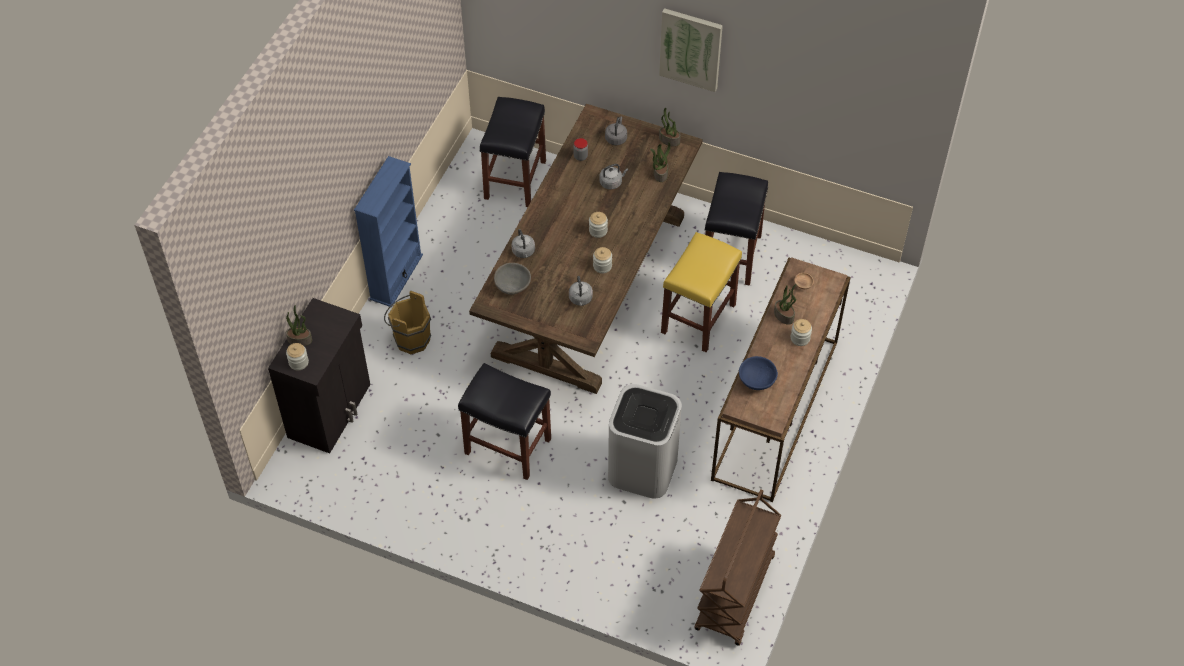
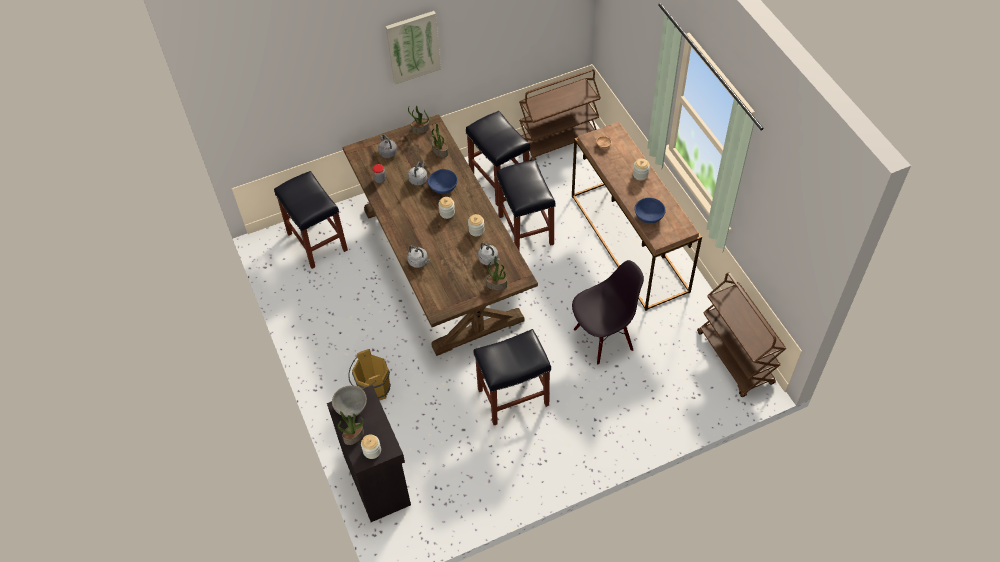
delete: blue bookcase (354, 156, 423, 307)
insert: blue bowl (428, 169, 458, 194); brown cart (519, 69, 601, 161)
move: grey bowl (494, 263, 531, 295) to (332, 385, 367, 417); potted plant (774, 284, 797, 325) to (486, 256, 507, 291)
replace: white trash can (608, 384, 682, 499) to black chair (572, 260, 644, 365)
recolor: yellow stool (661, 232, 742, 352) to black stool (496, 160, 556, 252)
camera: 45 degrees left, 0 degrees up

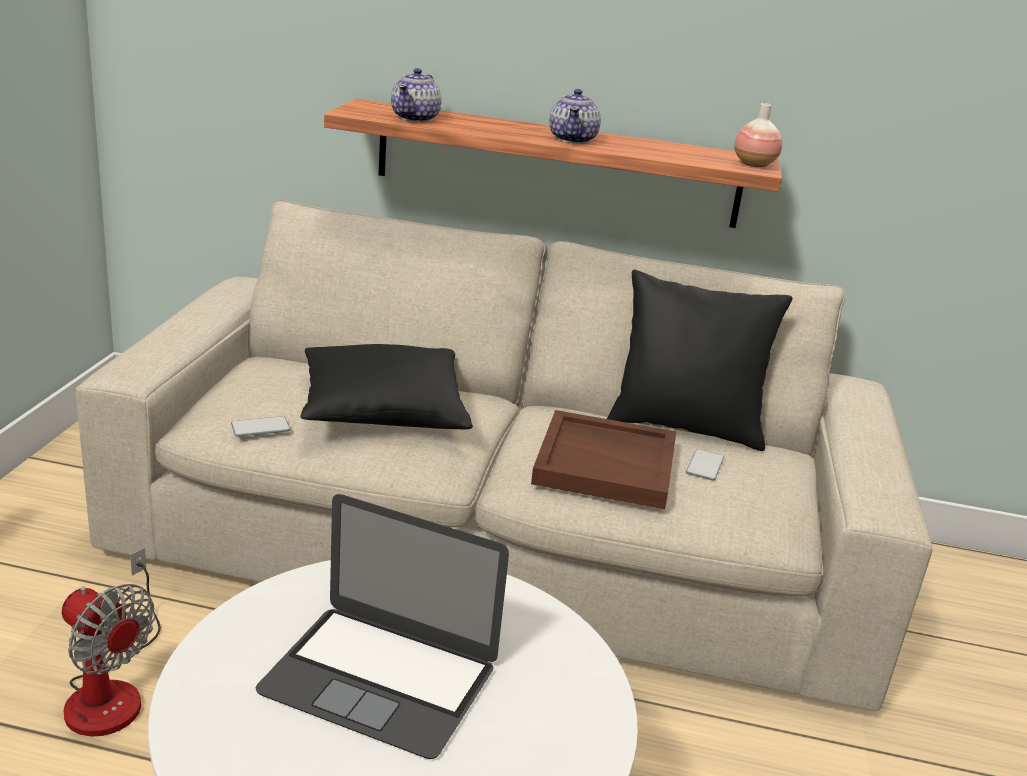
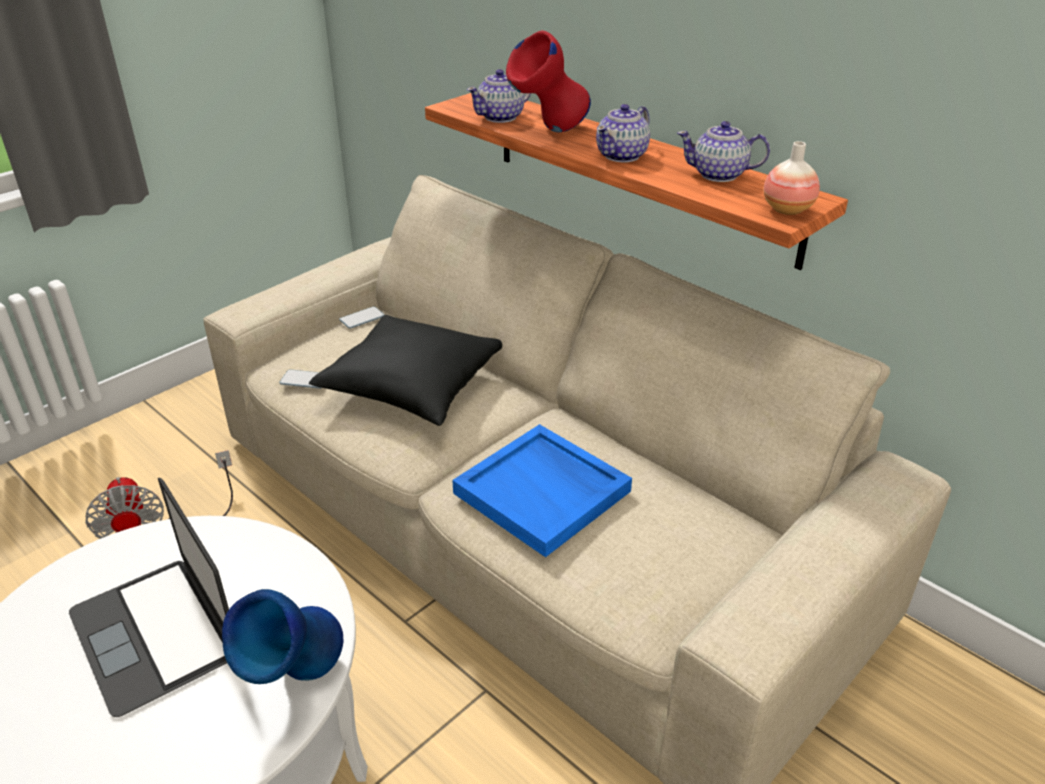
delete: black pillow (607, 270, 793, 451)
insert: blue vase (222, 589, 344, 684); red vase (506, 31, 591, 132); teapot (677, 121, 770, 182)
move: phone (686, 449, 724, 480) to (339, 306, 385, 329)
recolor: brown tray (531, 410, 676, 509) to blue tray (452, 424, 632, 557)
camera: 35 degrees right, 10 degrees up

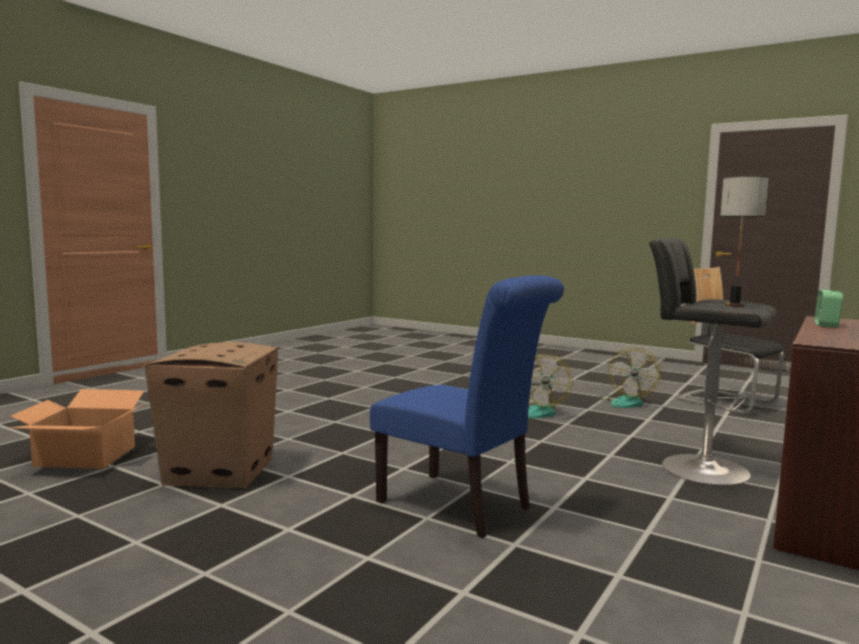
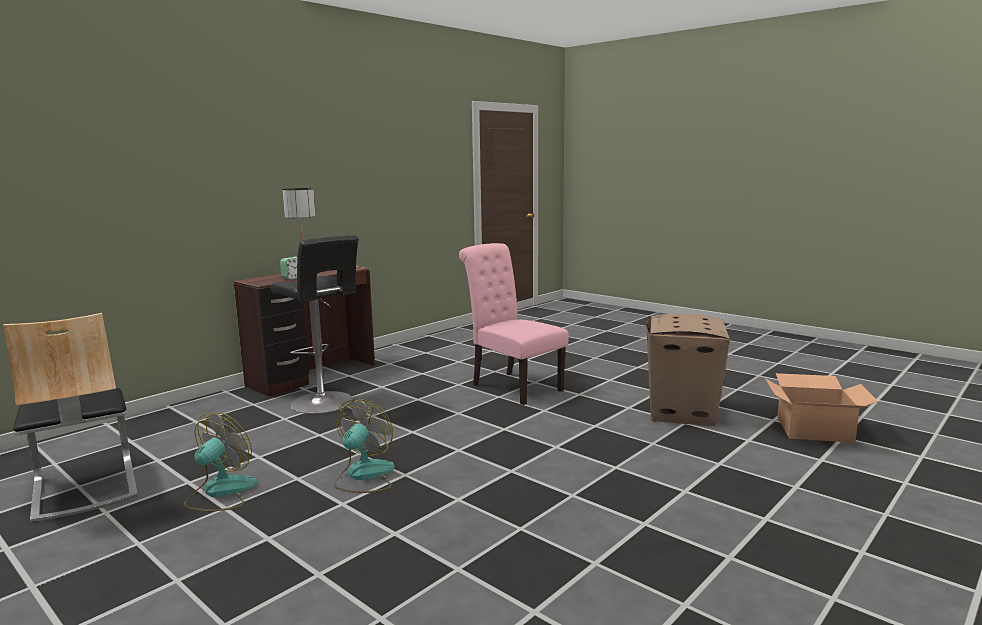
recolor: blue chair (370, 275, 564, 538) to pink chair (459, 243, 569, 405)
camera: 170 degrees left, 5 degrees up

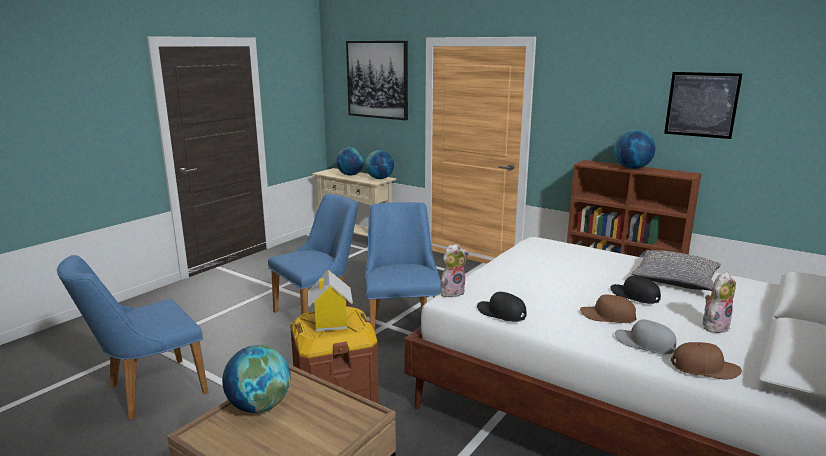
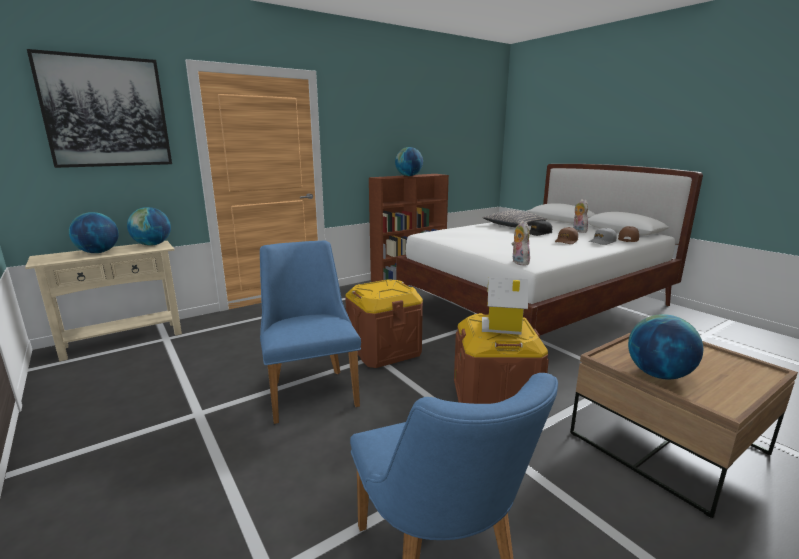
delete: black cap (477, 292, 527, 322); picture (664, 72, 742, 139)
replace: blue chair (365, 202, 441, 331) to brown storage box (345, 279, 423, 368)
camera: 70 degrees left, 0 degrees up

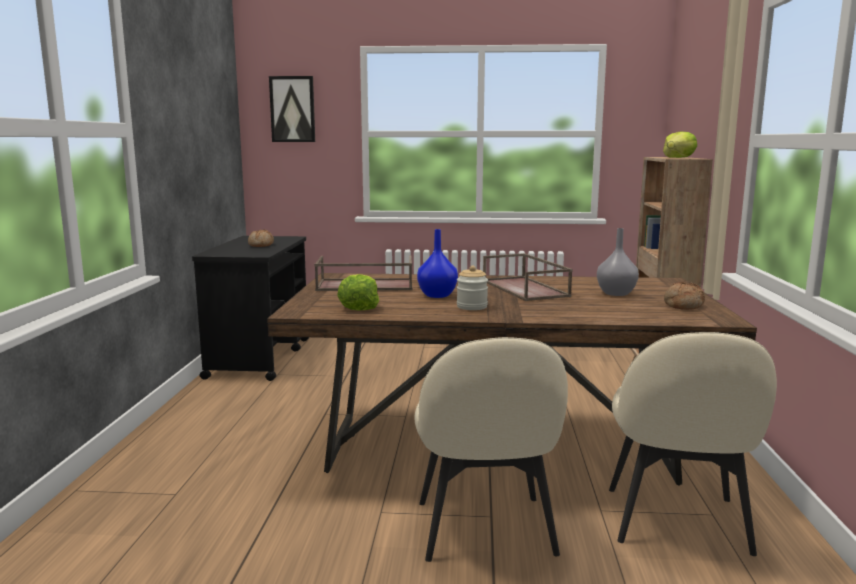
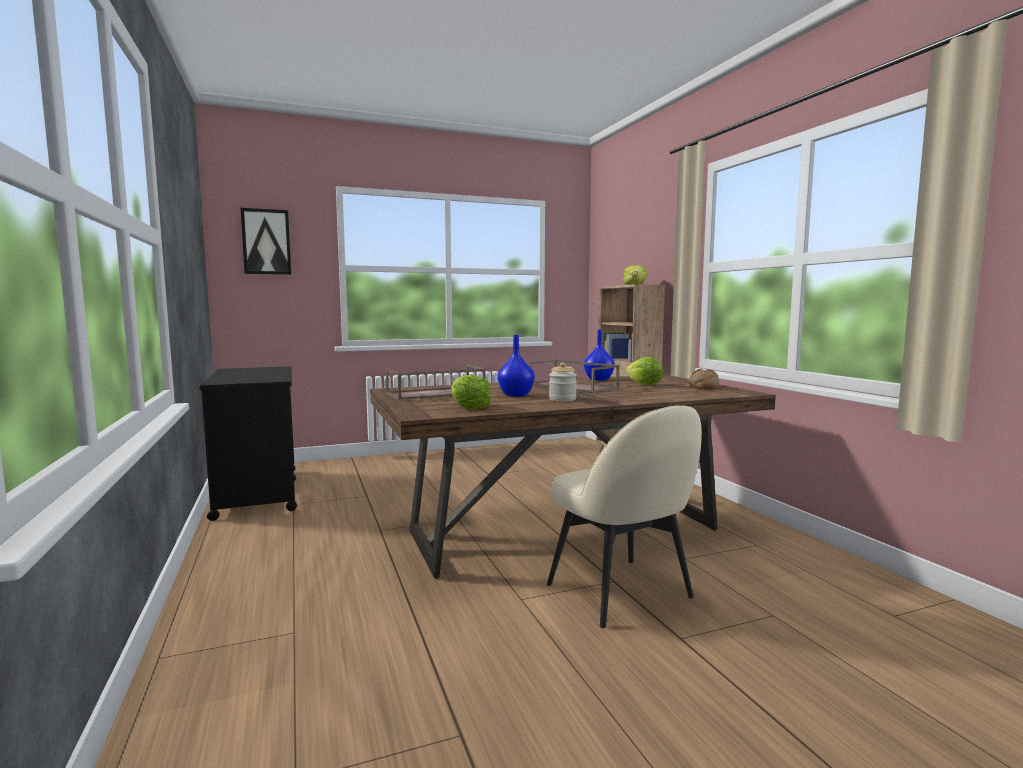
delete: bread (248, 230, 274, 247); beige chair (609, 332, 777, 556)
insert: blue vase (584, 330, 615, 381)
replace: grey vase (597, 228, 639, 296) to lettuce (626, 357, 663, 385)
camera: 25 degrees left, 5 degrees down

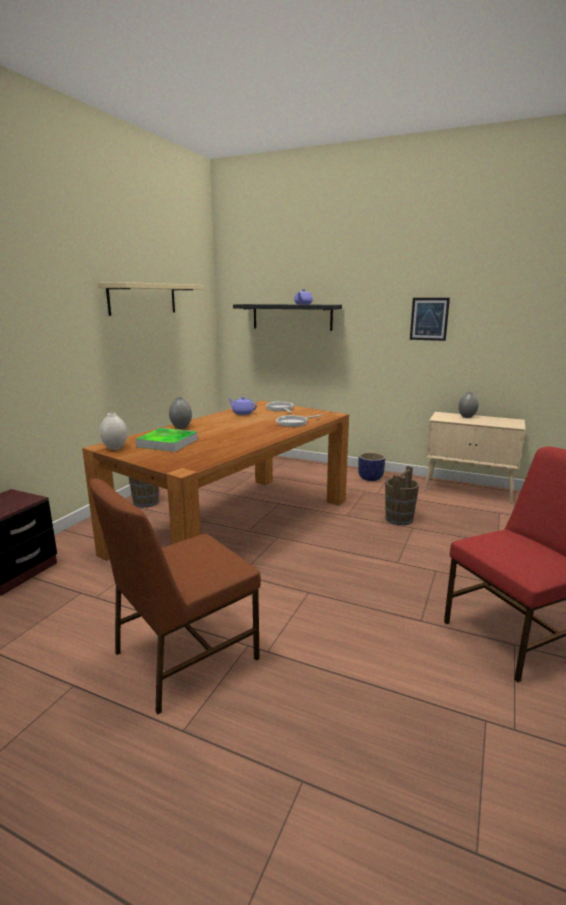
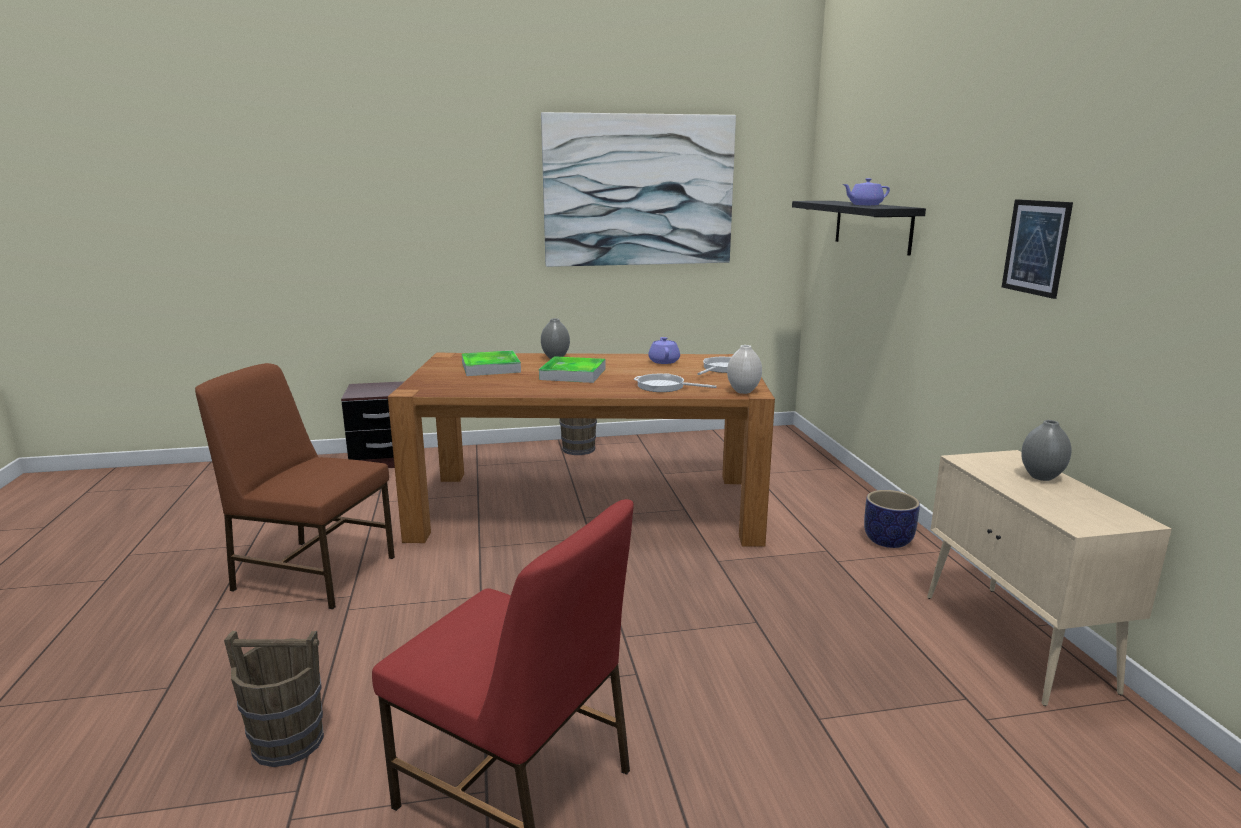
insert: tray (539, 356, 605, 383)
move: white vase (100, 413, 128, 450) to (727, 345, 762, 394); brown bucket (385, 466, 419, 525) to (224, 631, 324, 767)
replace: beige shelf (97, 282, 204, 316) to picture (541, 112, 736, 267)
camera: 55 degrees right, 0 degrees up

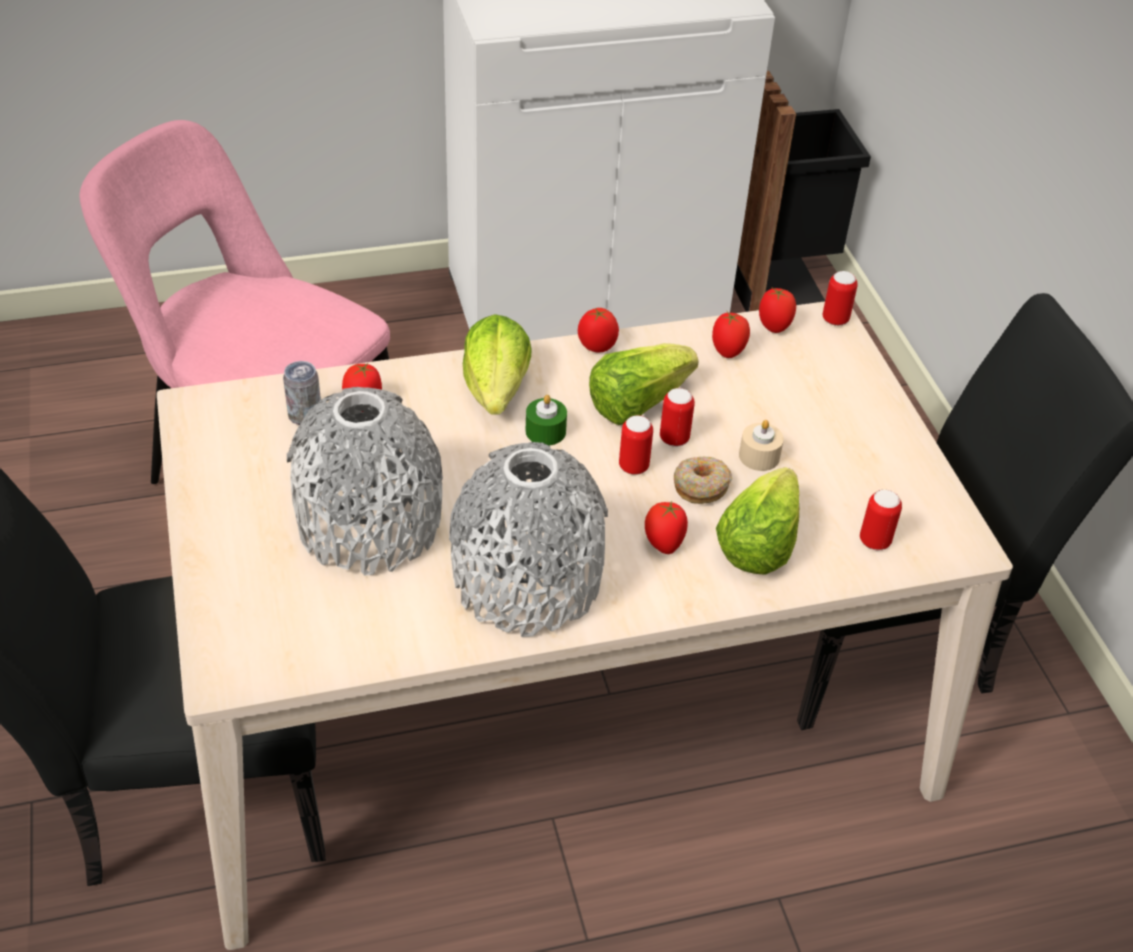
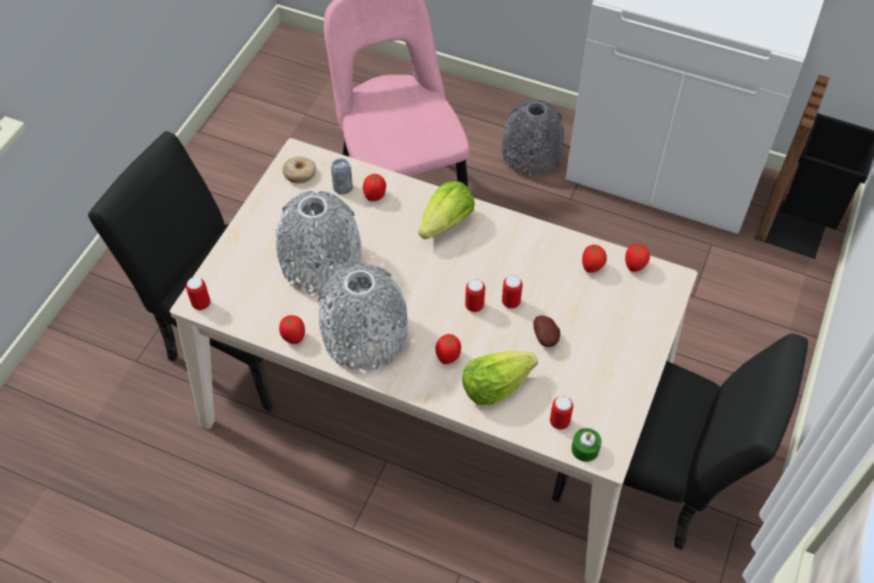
delete: lettuce (589, 343, 699, 425)
insert: grey vase (502, 99, 564, 177)
move: green candle (525, 395, 567, 446) to (571, 428, 602, 462); tomato (578, 308, 619, 352) to (279, 315, 305, 344); donut (674, 457, 732, 504) to (283, 156, 316, 184); can (823, 271, 858, 326) to (186, 277, 210, 310)
replace: beige candle (739, 420, 784, 471) to potato (533, 315, 560, 347)
camera: 40 degrees right, 10 degrees up

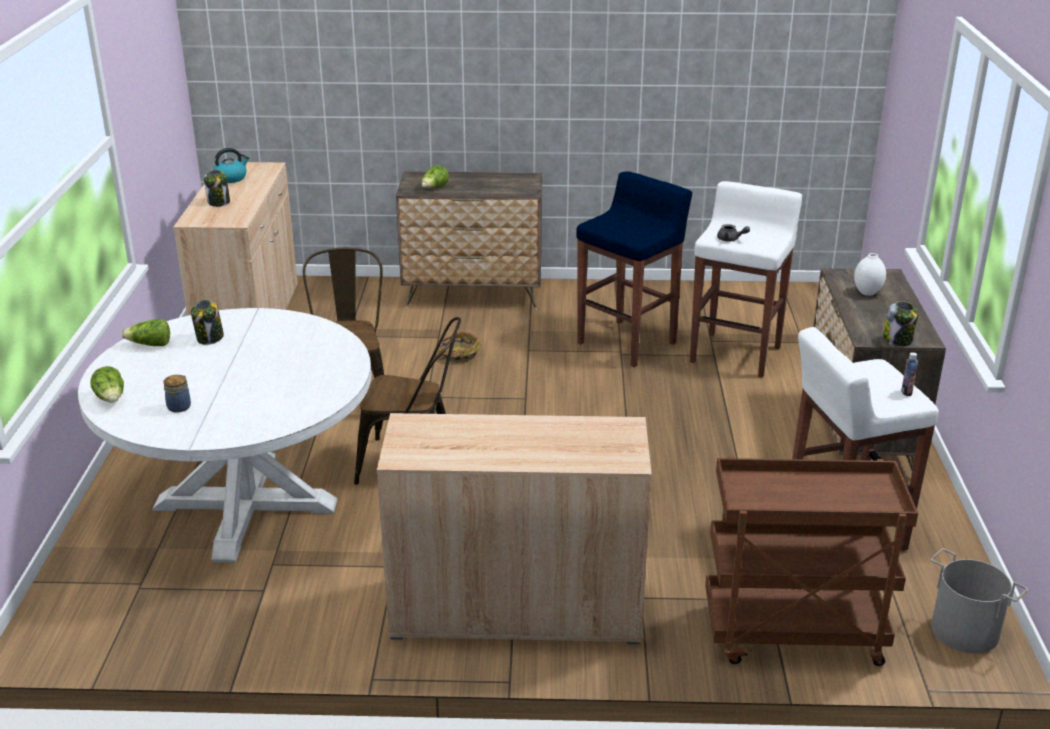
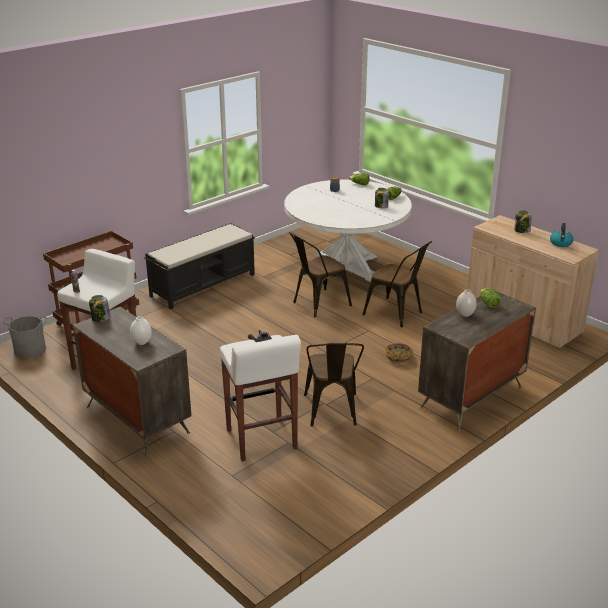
insert: white vase (456, 290, 477, 317)
replace: beige cabinet (377, 413, 652, 645) to black bench (144, 223, 255, 309); blue stool (576, 171, 692, 367) to brown chair (304, 343, 364, 427)
camera: 135 degrees right, 0 degrees up

